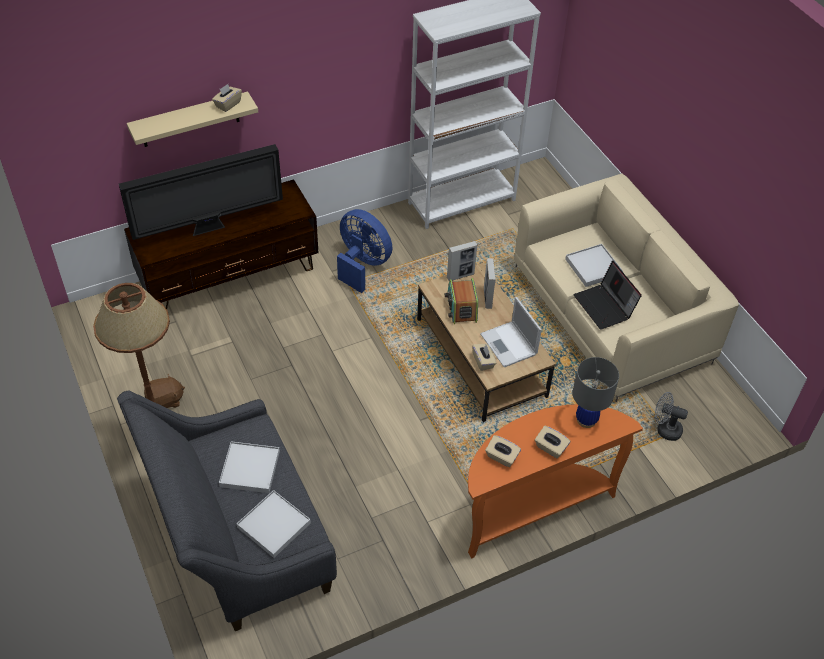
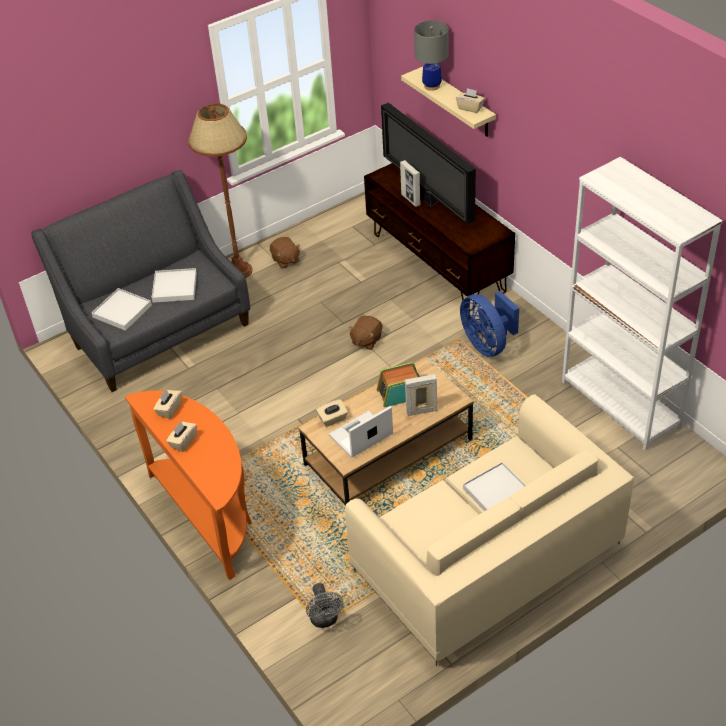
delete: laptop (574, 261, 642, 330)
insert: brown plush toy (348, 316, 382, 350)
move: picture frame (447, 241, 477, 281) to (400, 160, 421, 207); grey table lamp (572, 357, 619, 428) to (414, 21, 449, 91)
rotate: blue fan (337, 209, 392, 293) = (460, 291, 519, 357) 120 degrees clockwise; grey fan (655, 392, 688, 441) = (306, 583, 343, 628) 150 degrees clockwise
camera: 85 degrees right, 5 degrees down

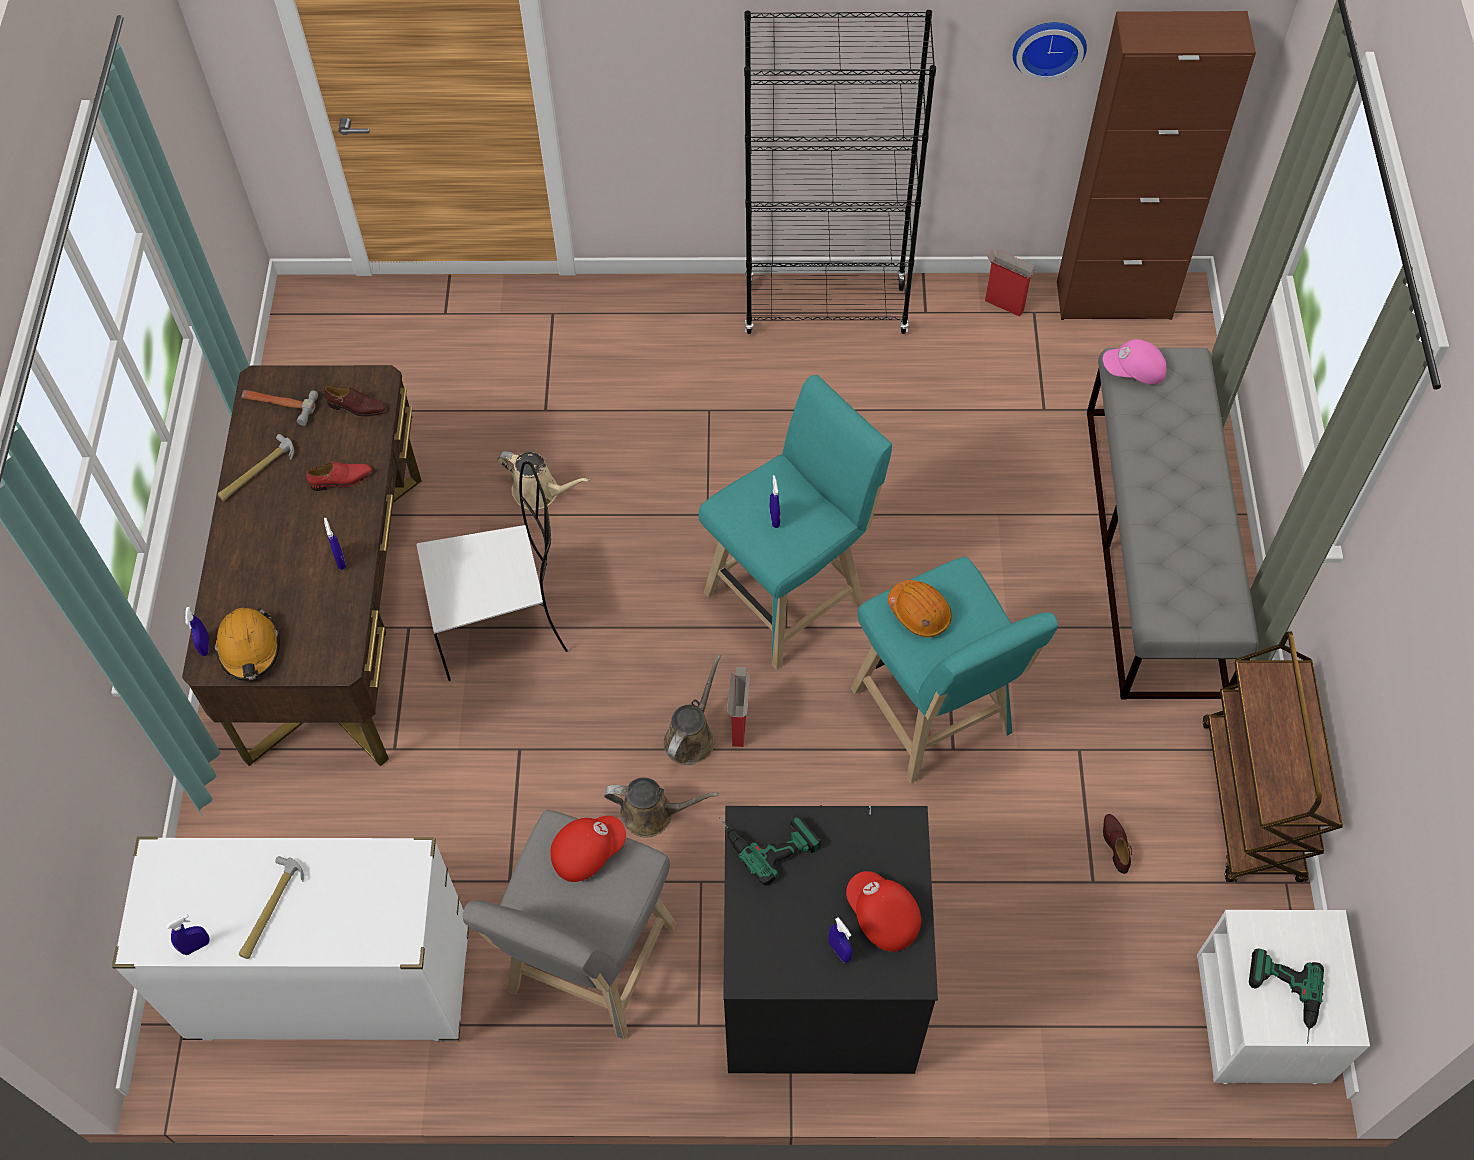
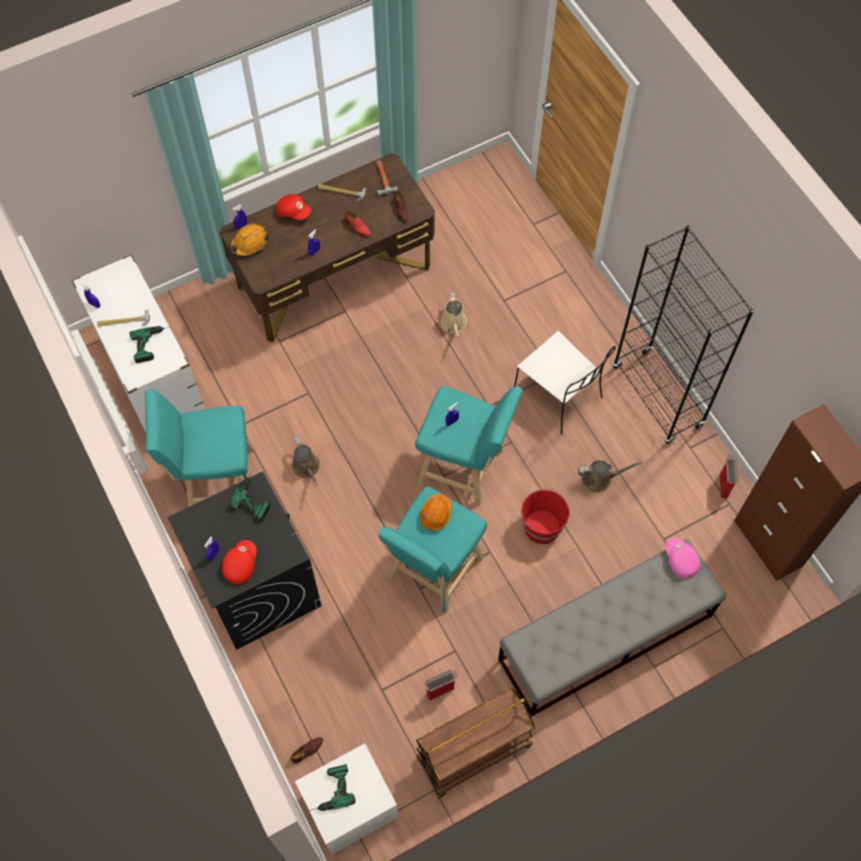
delete: wall clock (1013, 22, 1087, 81)
insert: power drill (129, 326, 170, 363); red bucket (519, 488, 570, 544)
move: white chair (417, 461, 568, 681) to (514, 331, 616, 435); red cap (550, 816, 626, 882) to (276, 194, 311, 220); brown watering can (664, 654, 721, 765) to (578, 460, 642, 493); cardboard box (727, 666, 750, 747) to (424, 669, 458, 701); brown shoe (1103, 814, 1132, 874) to (290, 737, 323, 764)
recolor: grey stool (463, 810, 677, 1039) to turquoise stool (145, 389, 254, 507)
camera: 60 degrees right, 5 degrees up

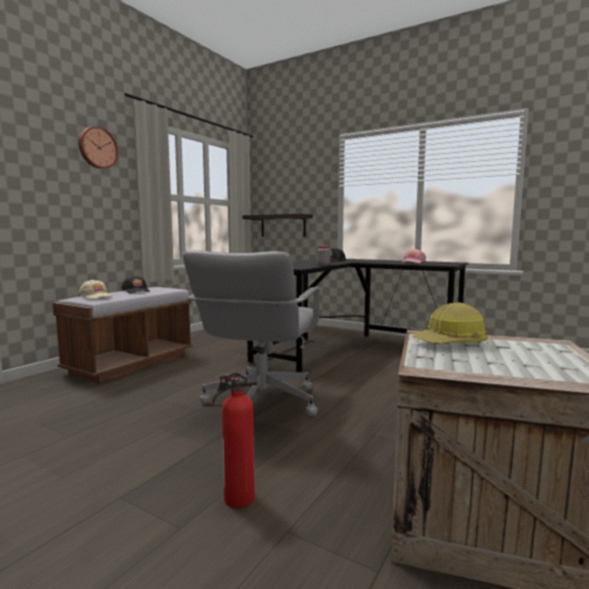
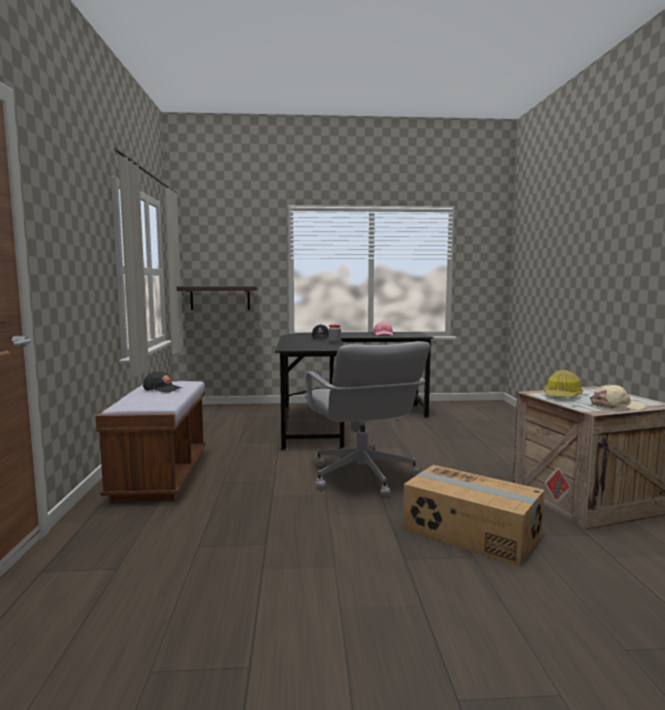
delete: wall clock (79, 126, 118, 169)
move: beige cap (78, 279, 113, 299) to (590, 384, 646, 410)
replace: fire extinguisher (212, 372, 257, 508) to cardboard box (404, 465, 545, 566)
camera: 35 degrees left, 0 degrees up

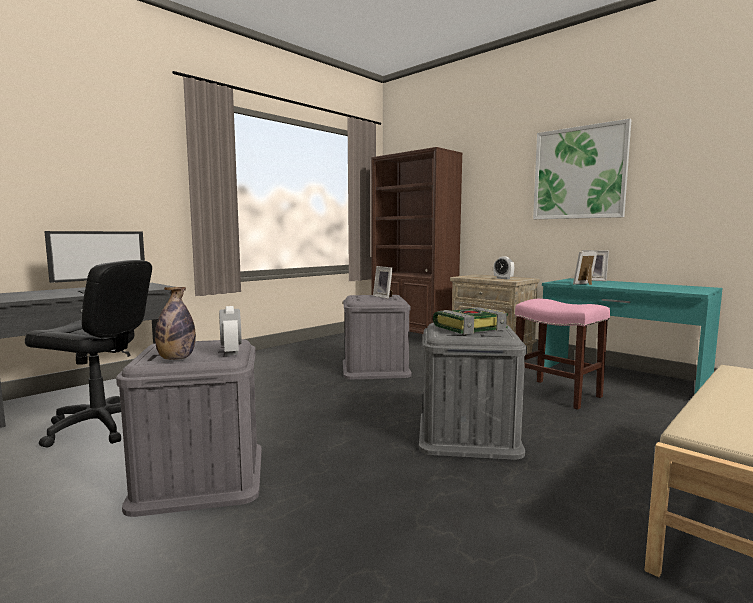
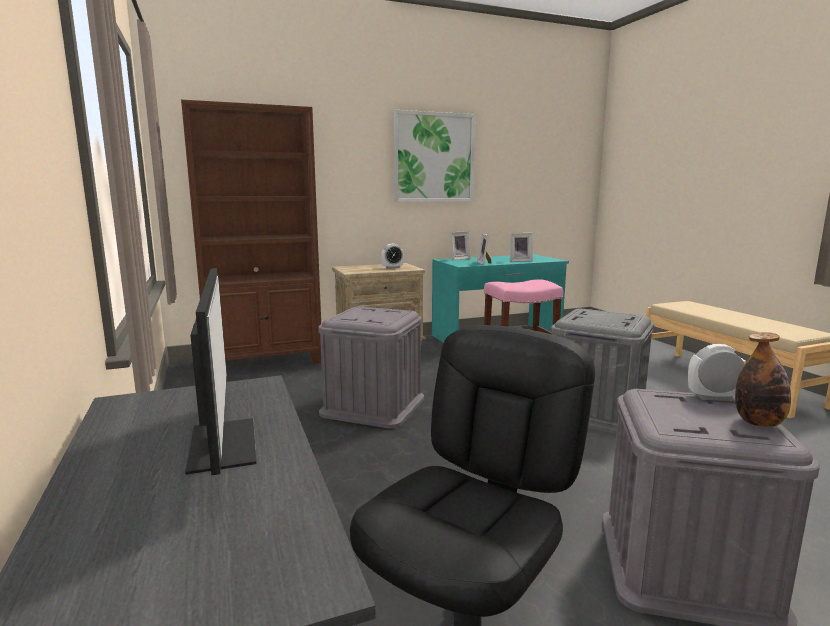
delete: book (433, 307, 508, 334)
move: picture frame (373, 266, 393, 299) to (510, 233, 533, 262)
camera: 65 degrees left, 5 degrees up

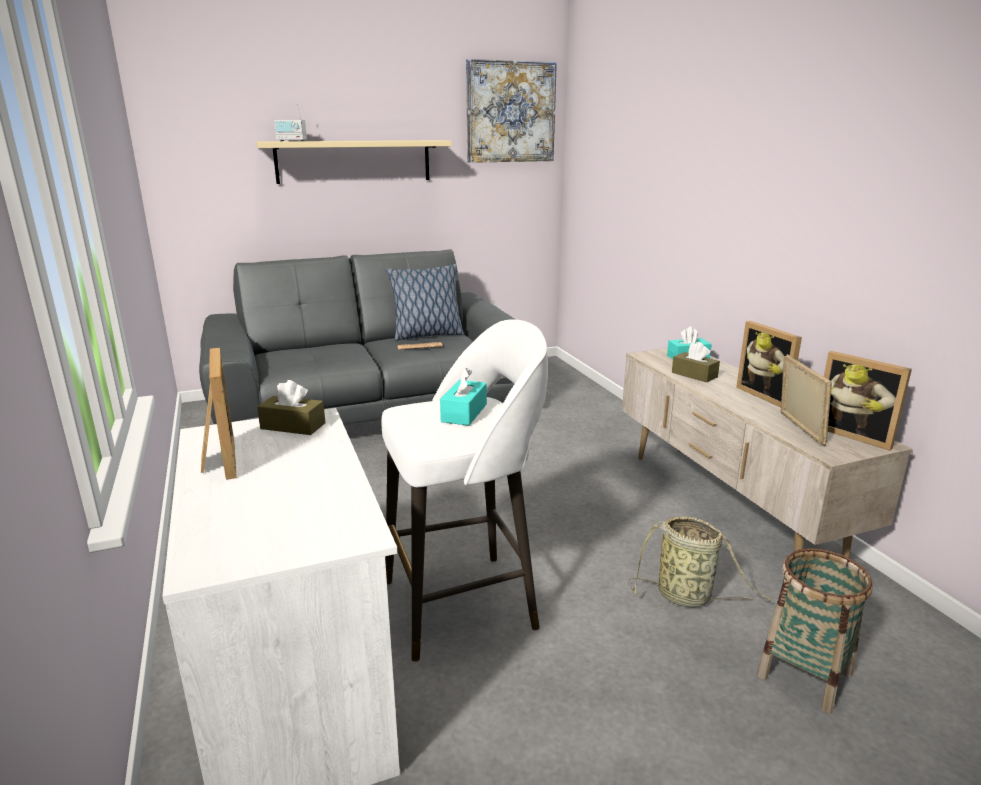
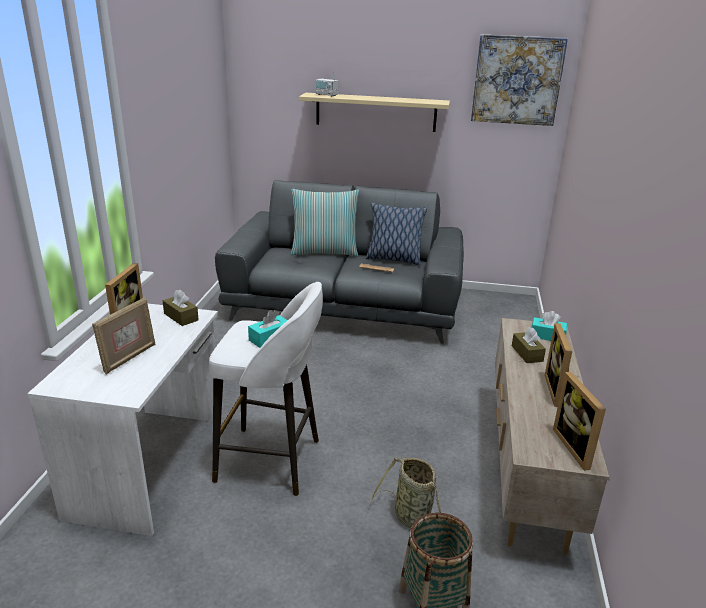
insert: pillow (291, 189, 359, 256)
move: picture frame (781, 354, 832, 446) to (92, 297, 156, 374)
camera: 30 degrees right, 5 degrees up

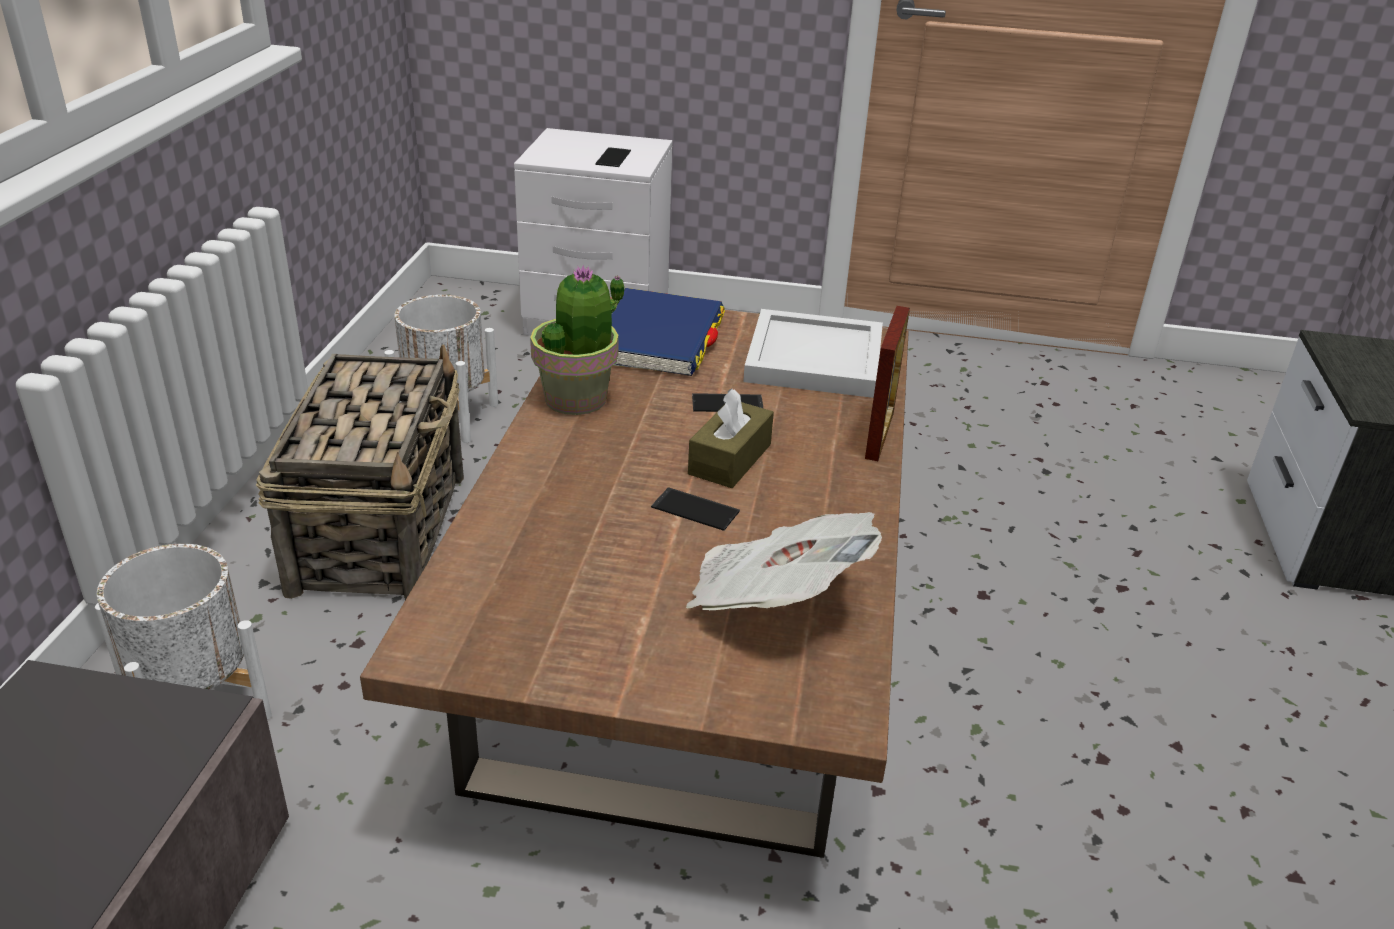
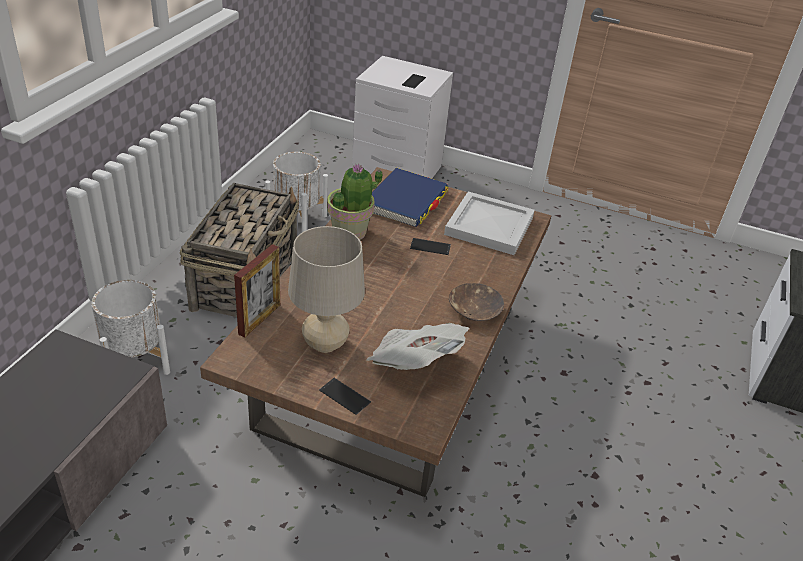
delete: brown tissue box (688, 388, 774, 488)
insert: beige table lamp (288, 226, 365, 353); brown bowl (449, 283, 504, 321)
move: phone (651, 487, 740, 531) to (319, 378, 371, 415); picture frame (865, 306, 910, 461) to (234, 244, 280, 338)
camera: 10 degrees right, 5 degrees up

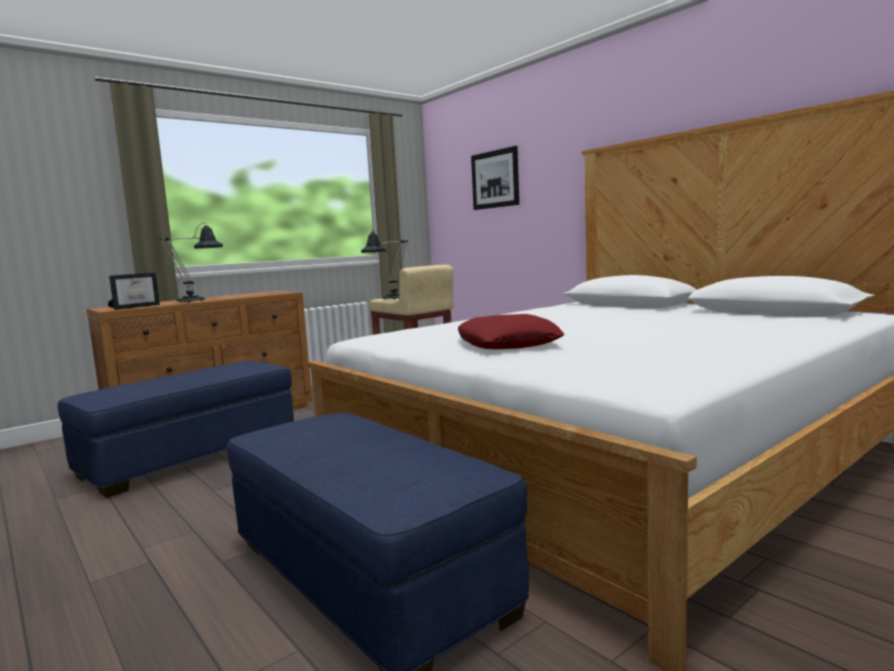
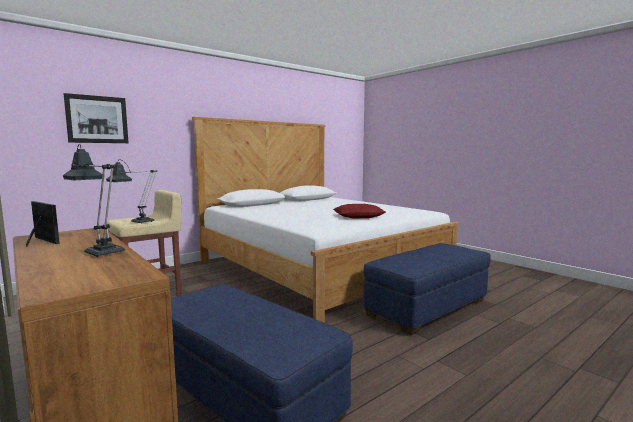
move: picture frame (108, 273, 160, 310) to (26, 201, 60, 247)
camera: 90 degrees left, 0 degrees up

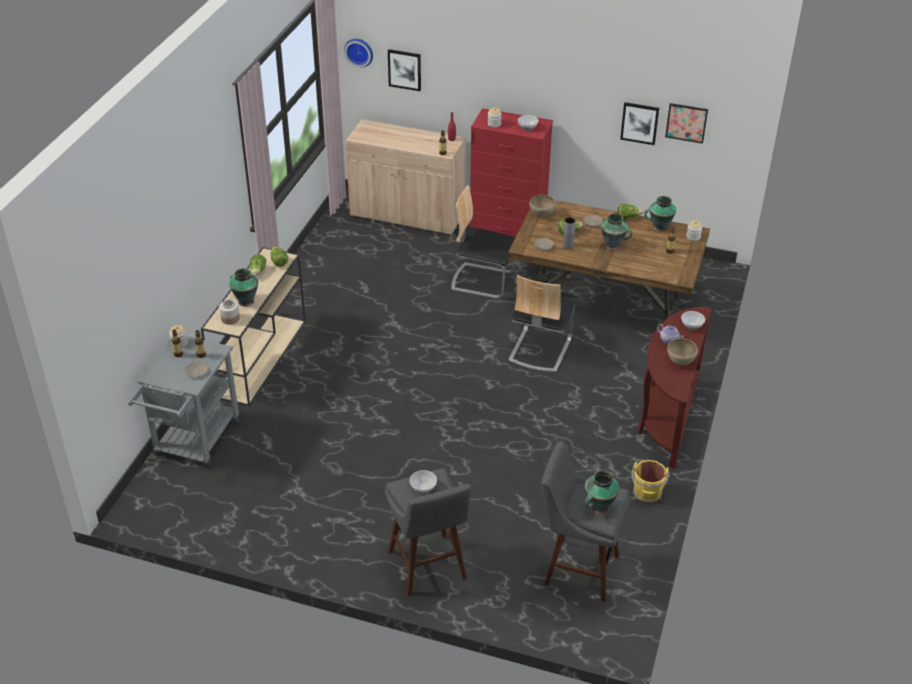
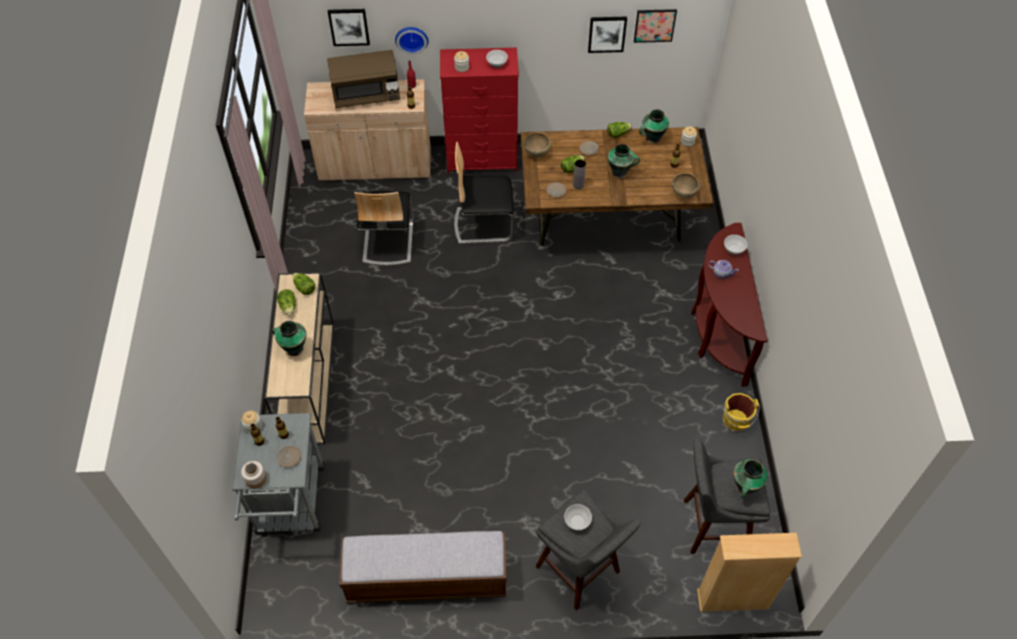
insert: brown microwave (327, 50, 400, 108); bench (339, 531, 507, 603); beige bookcase (697, 533, 802, 612)
move: jar (219, 300, 240, 325) to (241, 461, 267, 489); wall clock (344, 39, 373, 67) to (395, 27, 428, 54); chair (508, 275, 575, 372) to (354, 191, 413, 266); brown bowl (667, 339, 698, 365) to (672, 173, 700, 198)
camera: 20 degrees left, 15 degrees up

